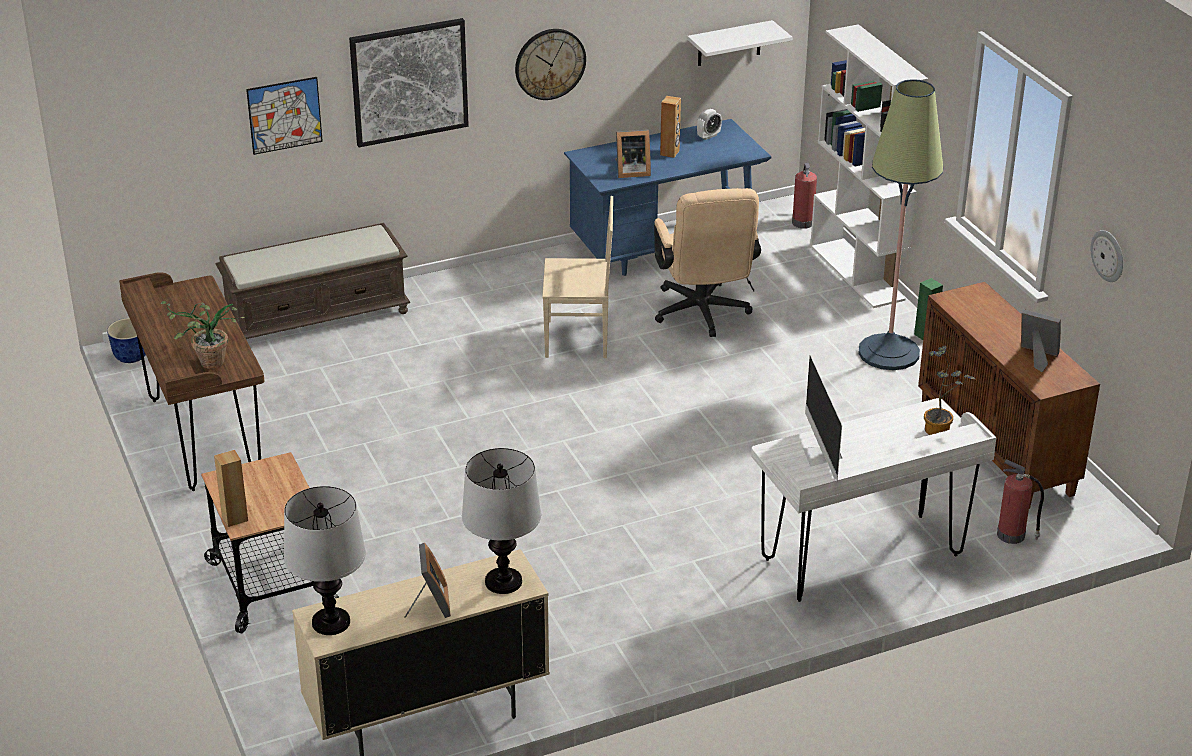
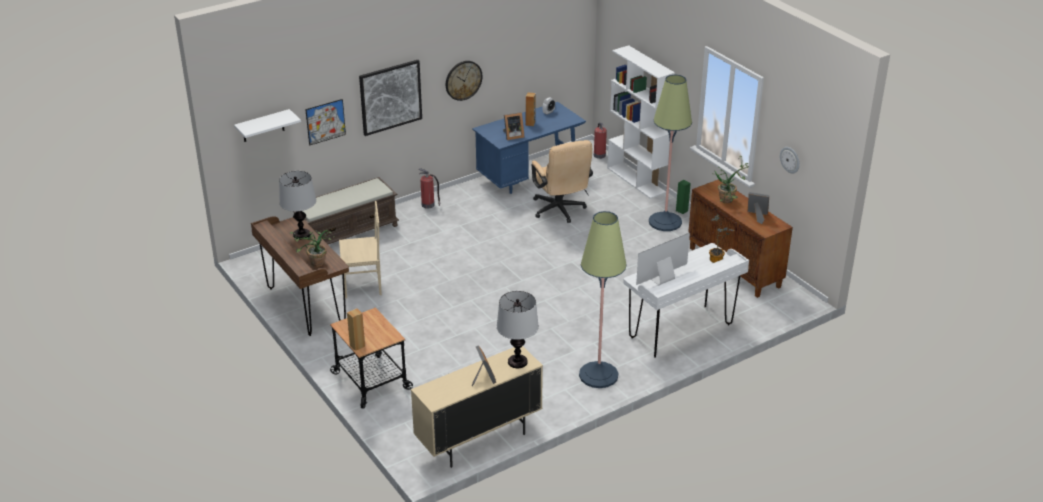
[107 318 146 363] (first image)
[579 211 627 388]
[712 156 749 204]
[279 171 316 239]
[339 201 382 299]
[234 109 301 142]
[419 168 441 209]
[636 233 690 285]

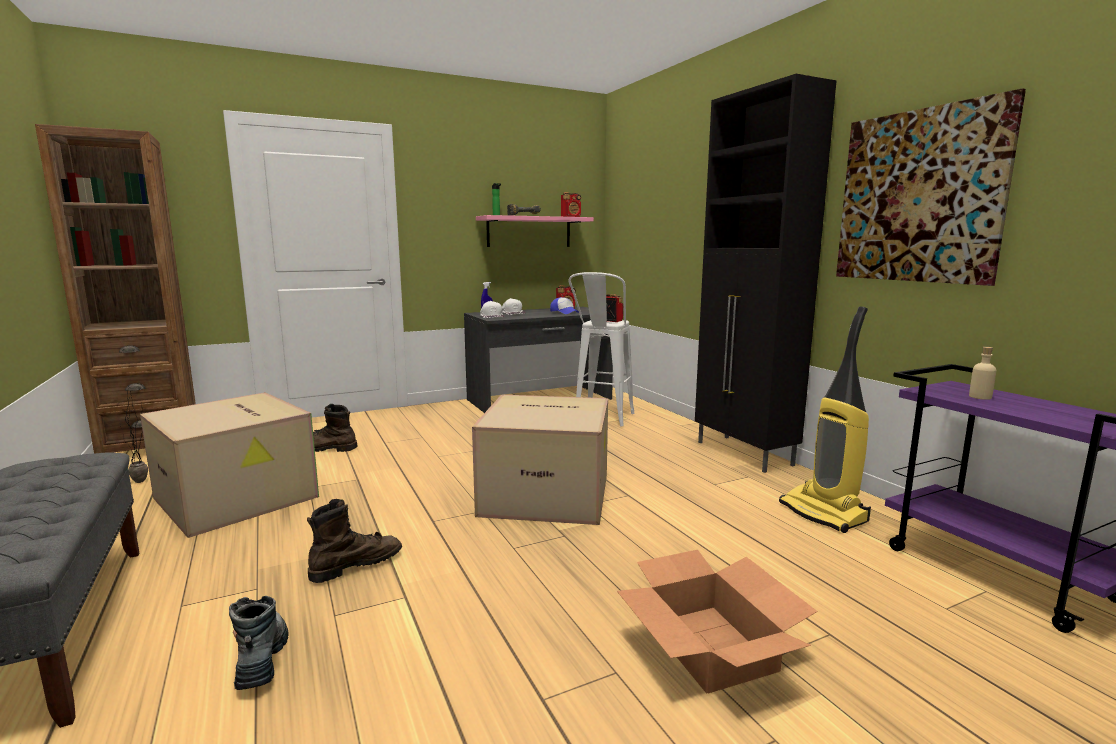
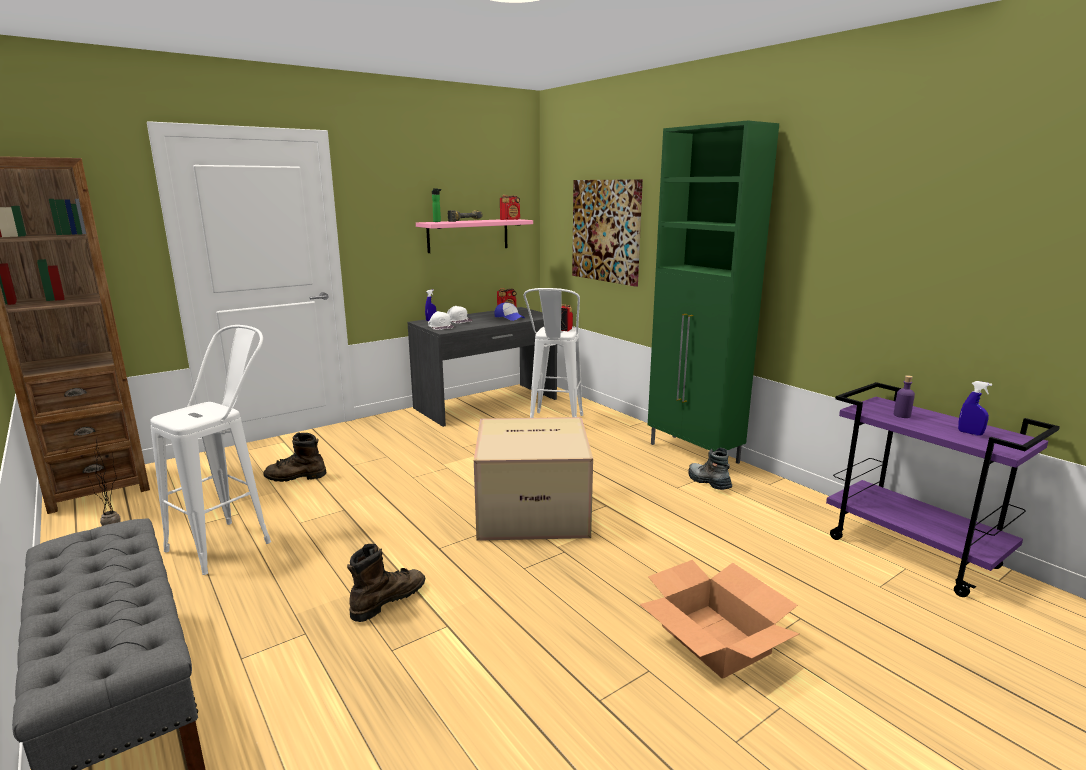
[779 306 871 533] (first image)
[958 381 992 436]
[688 448 732 490]
[572 179 643 287]
[150 325 271 575]
[648 121 779 464]
[894 375 915 418]

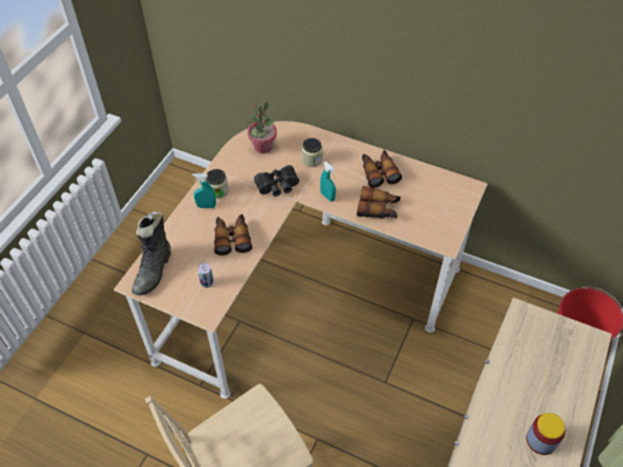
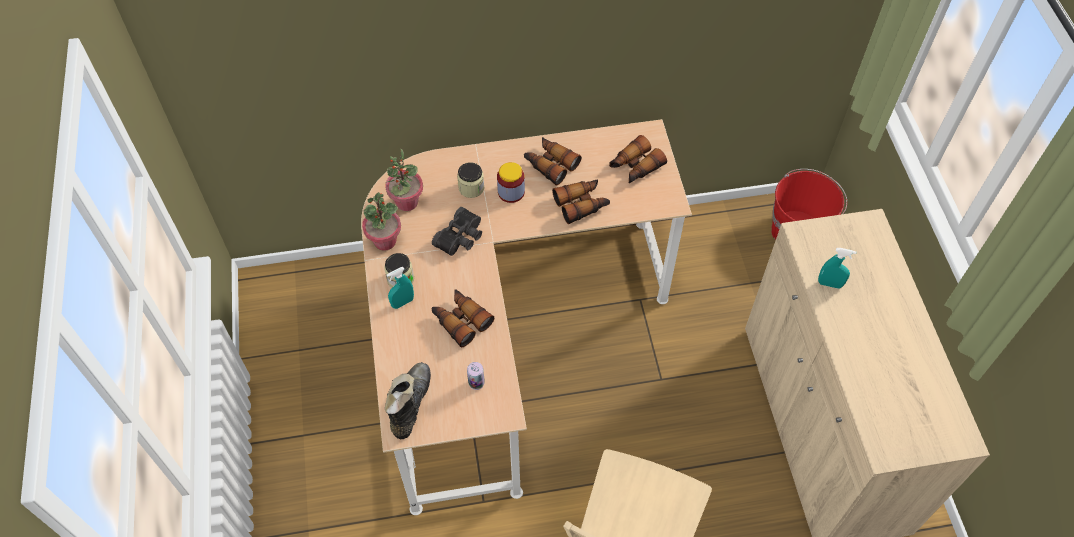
[362 192 401 251]
[609 135 667 183]
[818 248 856 289]
[497 162 525 203]
[385 362 431 439]

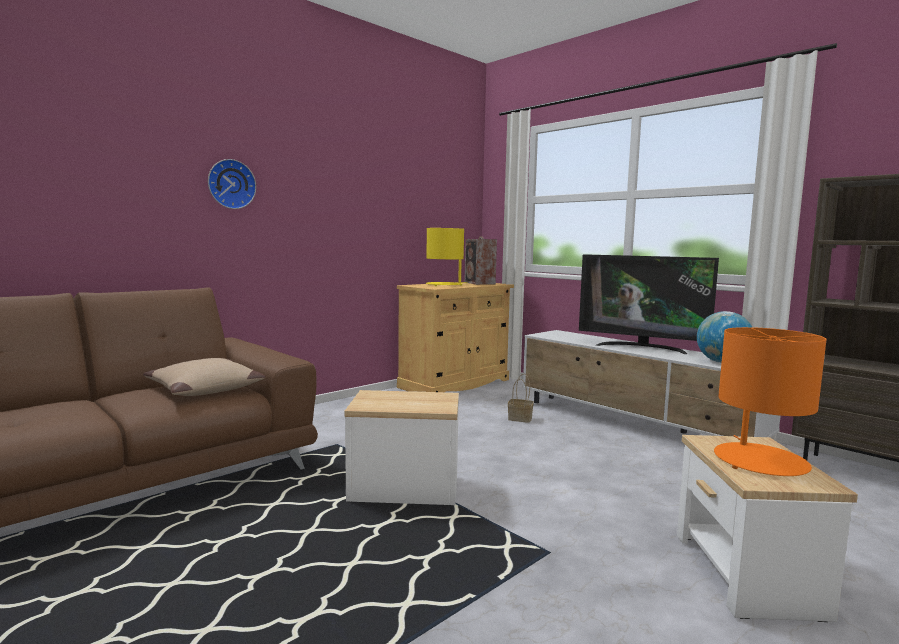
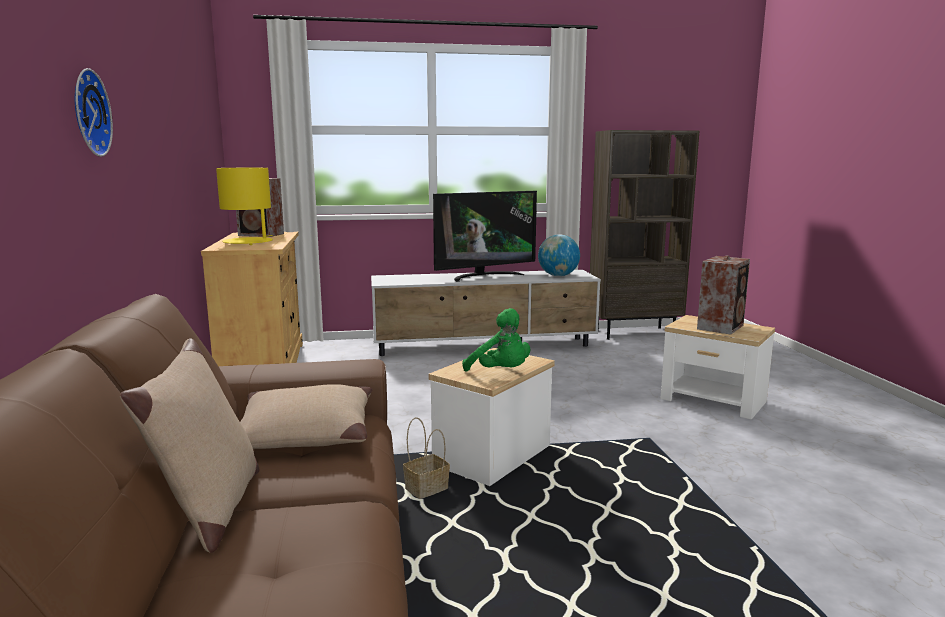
[120 338 260 553]
[462 308 530 372]
[403 417 450 499]
[697 255 750 335]

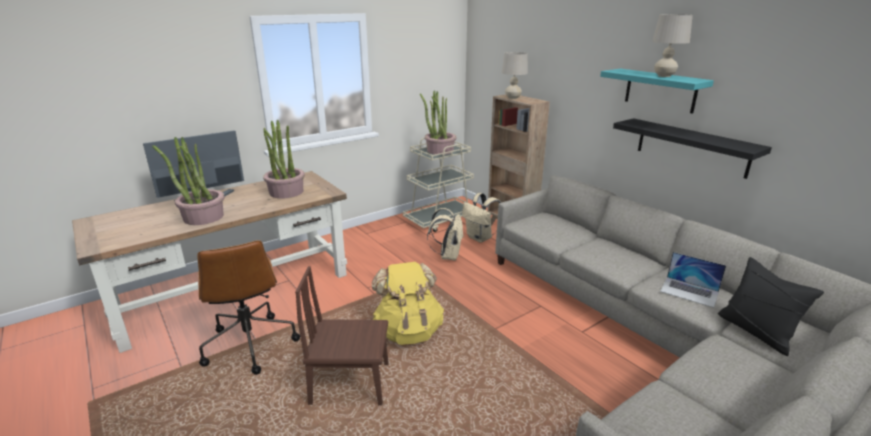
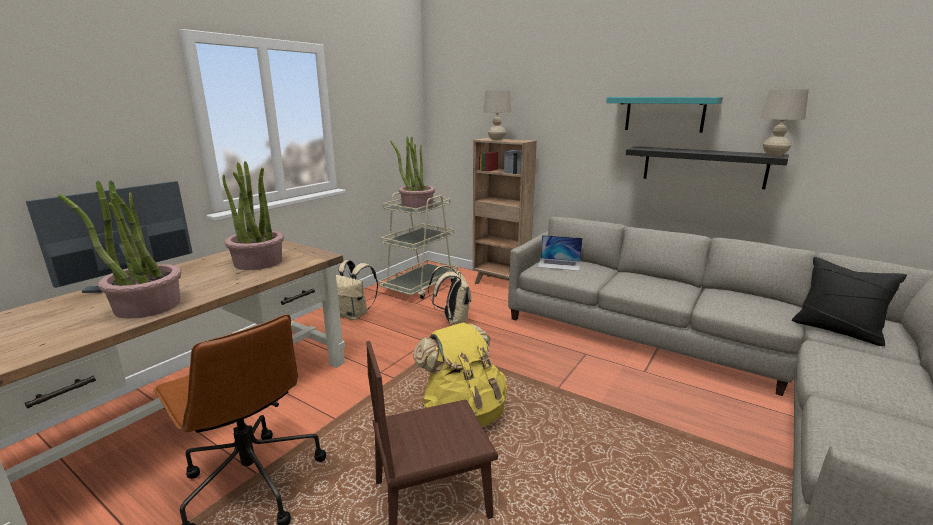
[336 260 378 320]
[761 89 809 156]
[538 235 582 271]

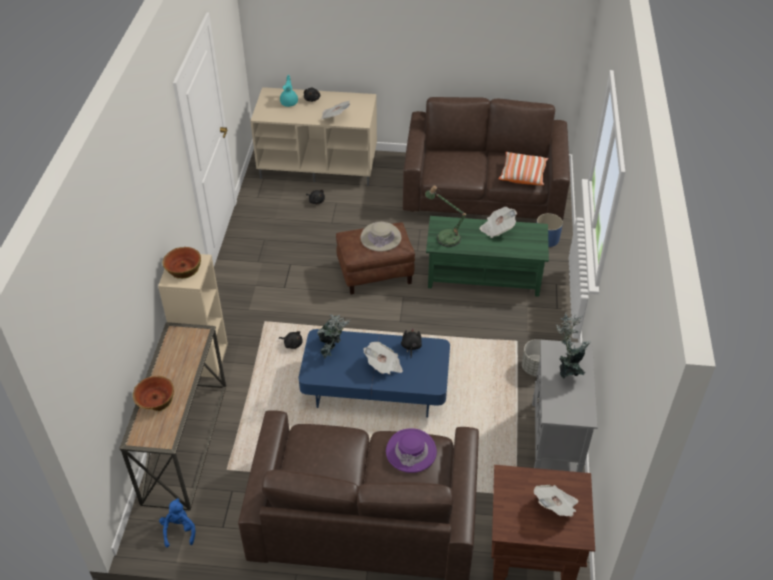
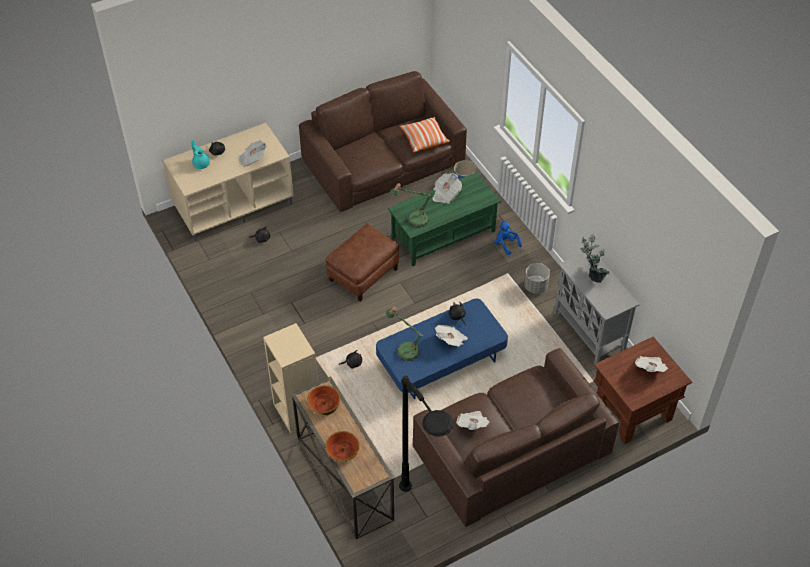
[361 222 401 252] (first image)
[386 428 437 473] (first image)
[399 375 454 492]
[456 411 490 430]
[494 222 522 255]
[307 385 340 416]
[386 307 424 361]

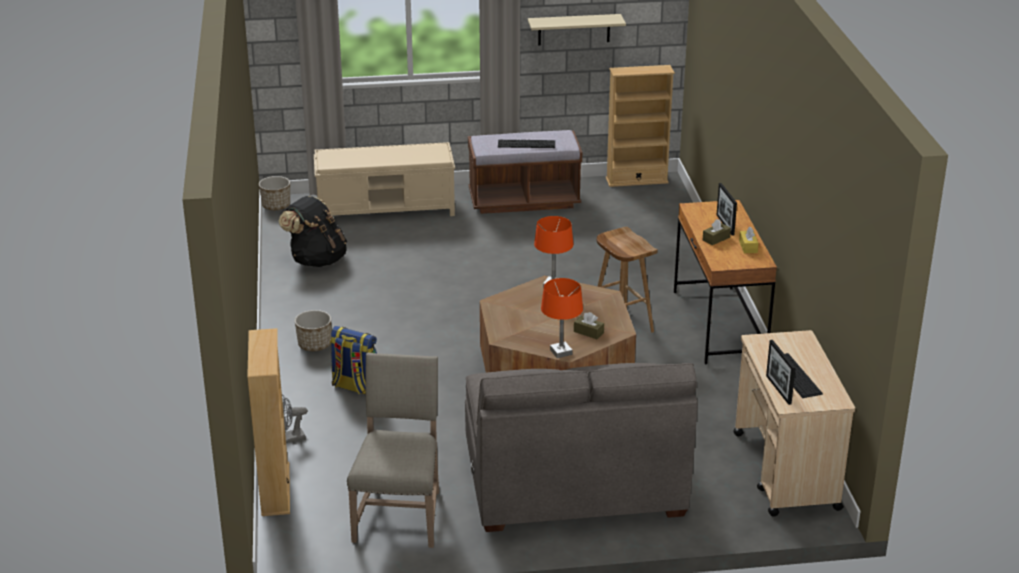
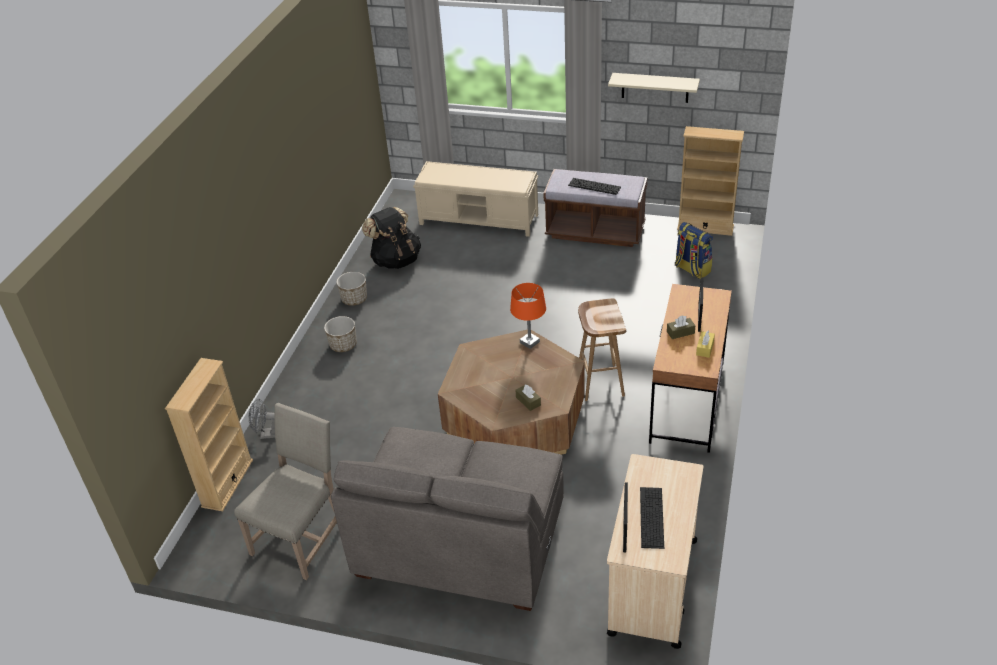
[541 278 583 358] (first image)
[336 272 367 306]
[675 222 713 279]

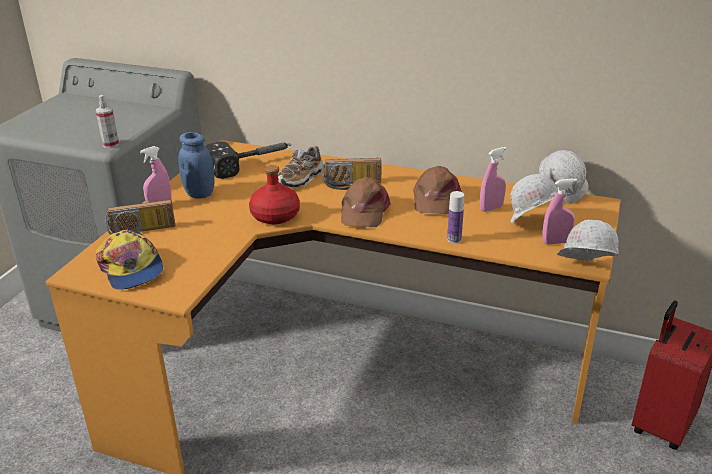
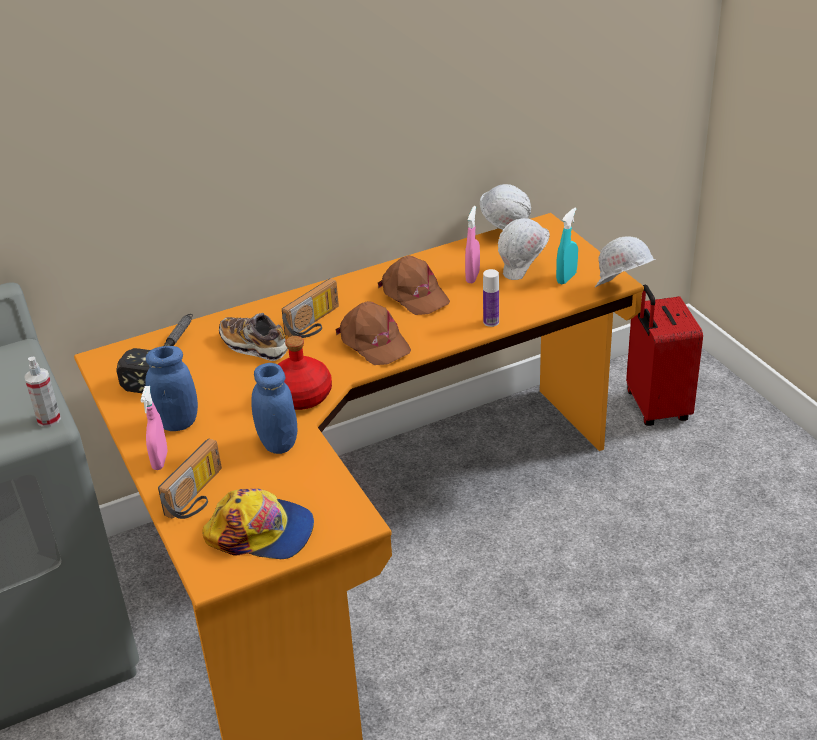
[251 363 297 454]
[556 208 578 284]
[219 313 288 361]

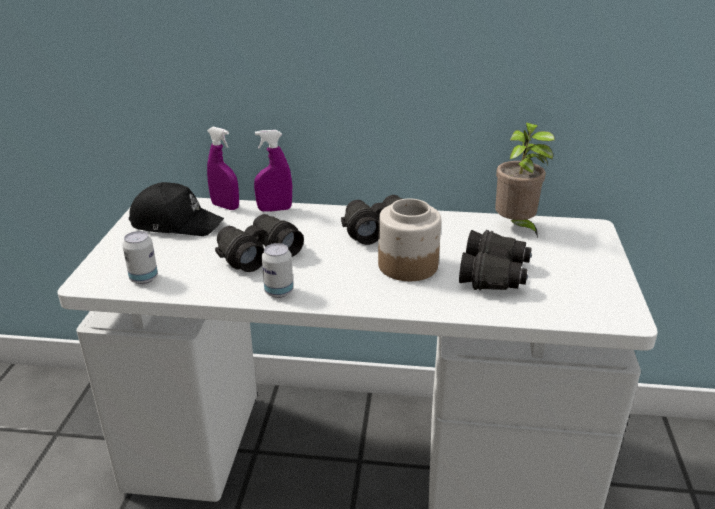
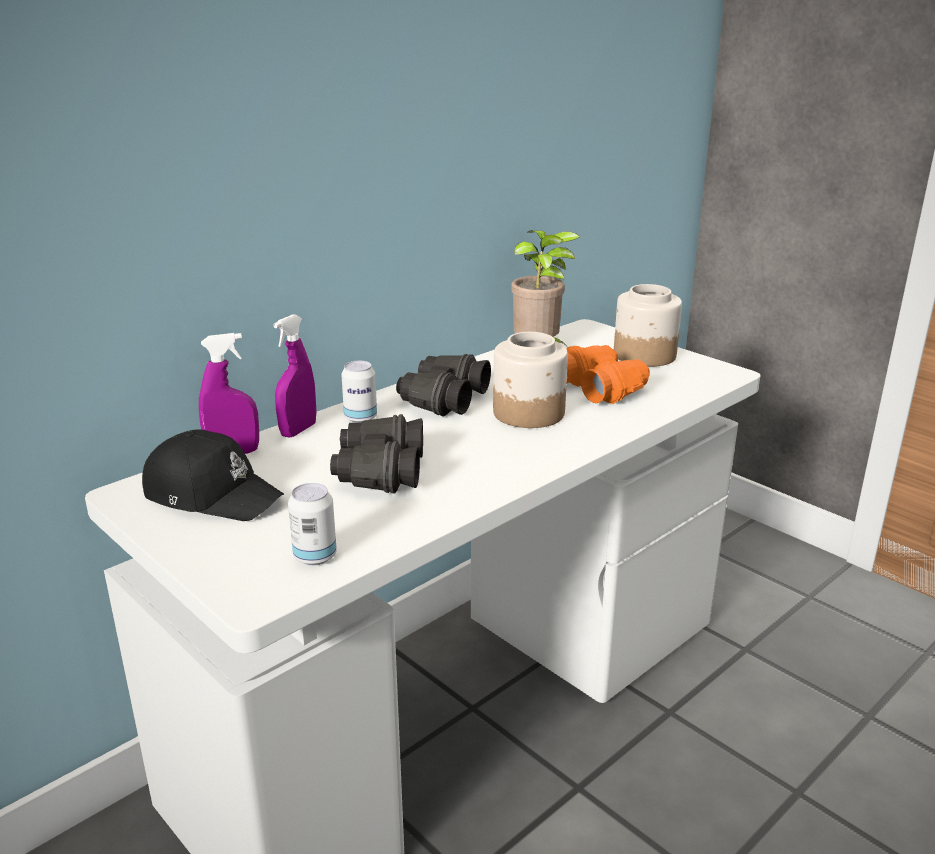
[614 284 682 367]
[341 361 377 423]
[566 345 650 404]
[142 429 284 521]

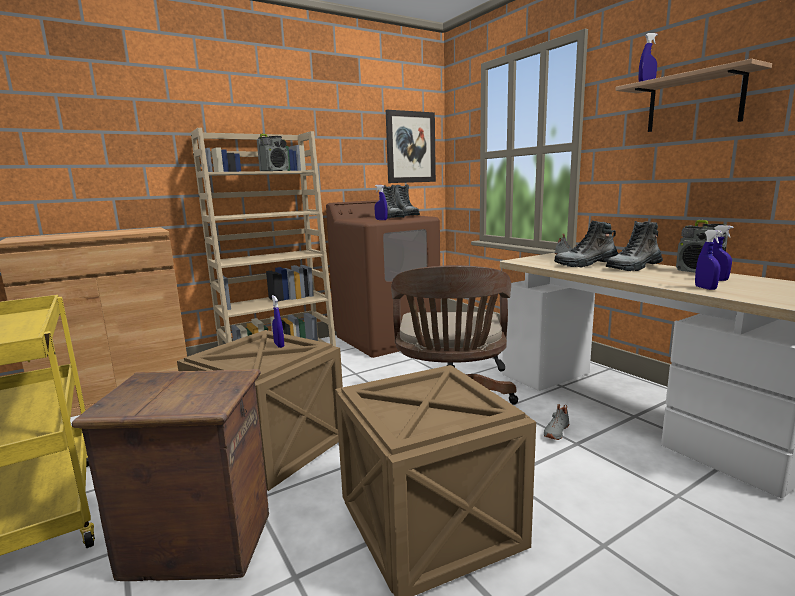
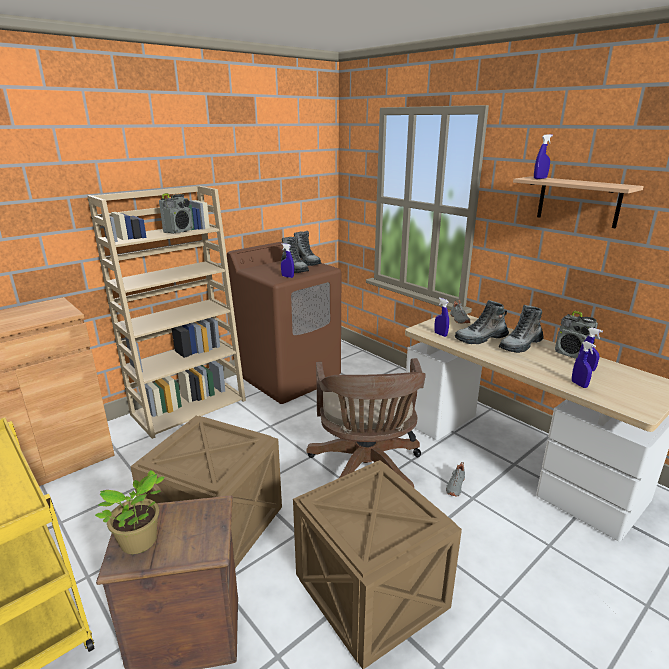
[386 110 436 183] (first image)
[95 470 165 554]
[434 297 449 337]

